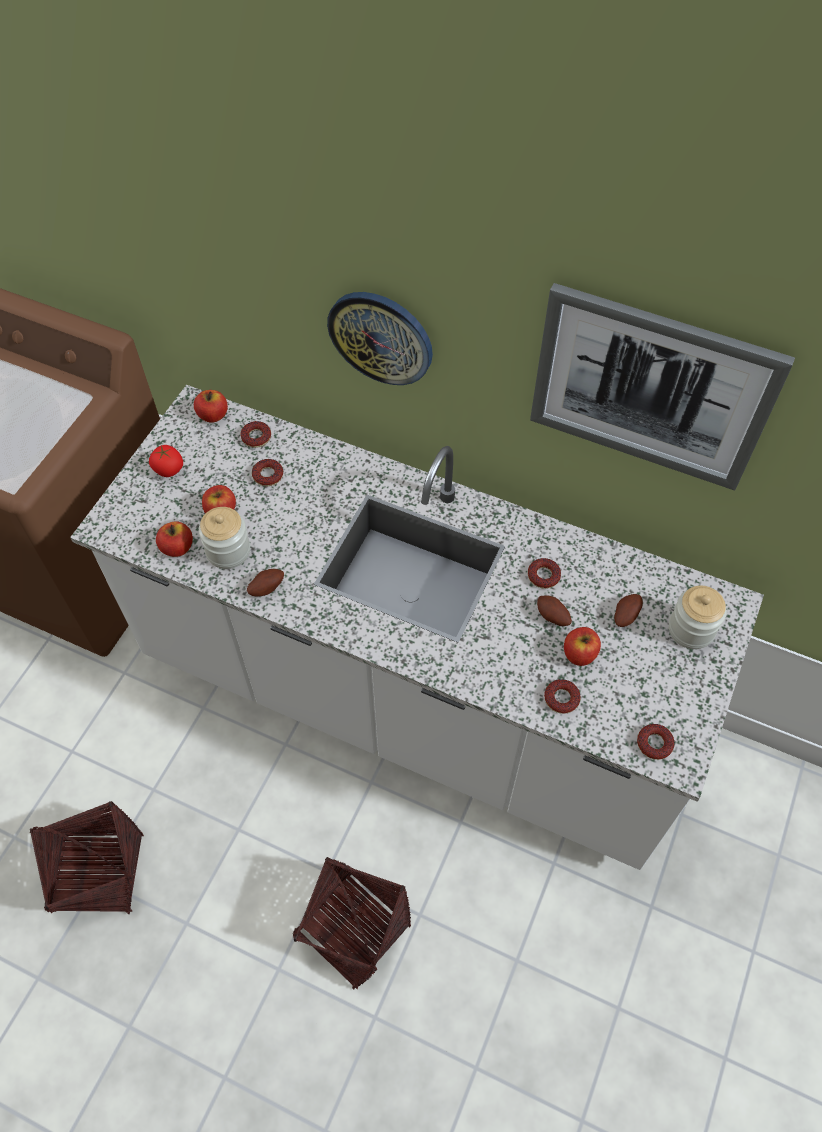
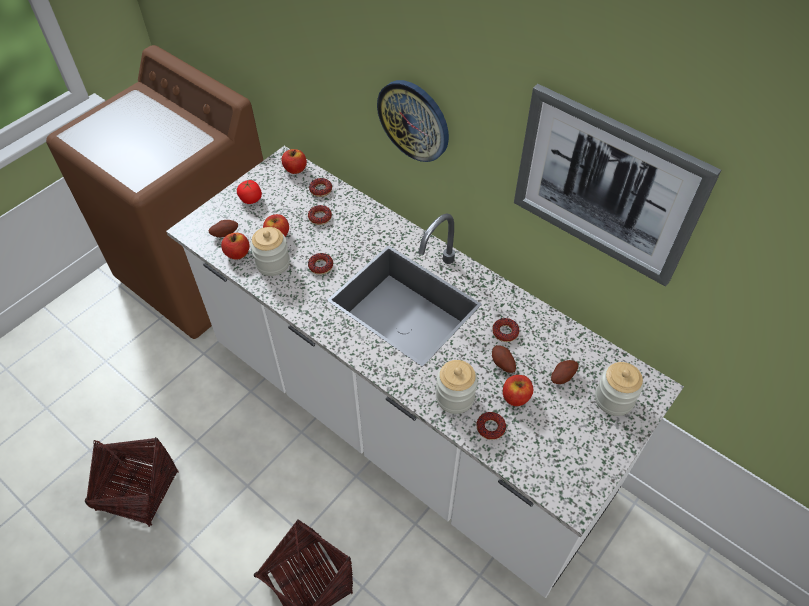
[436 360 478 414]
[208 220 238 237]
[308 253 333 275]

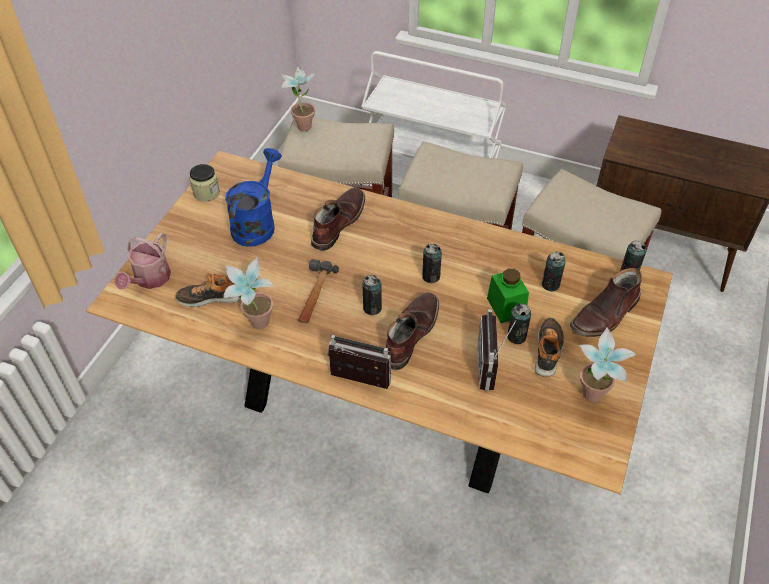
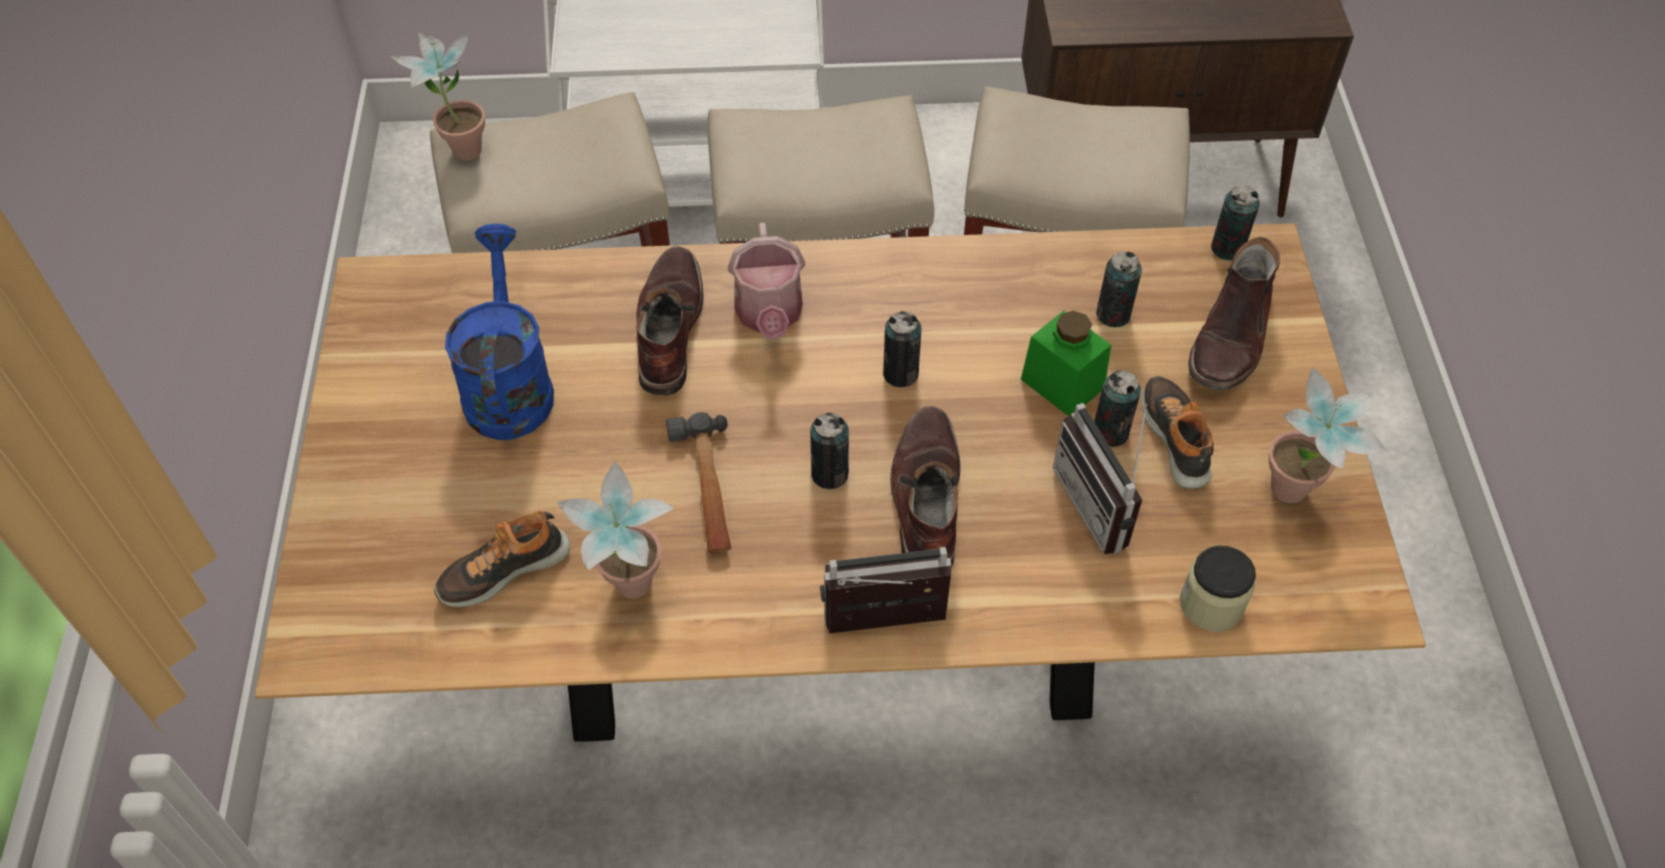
[728 223 806 340]
[1180 546 1256 632]

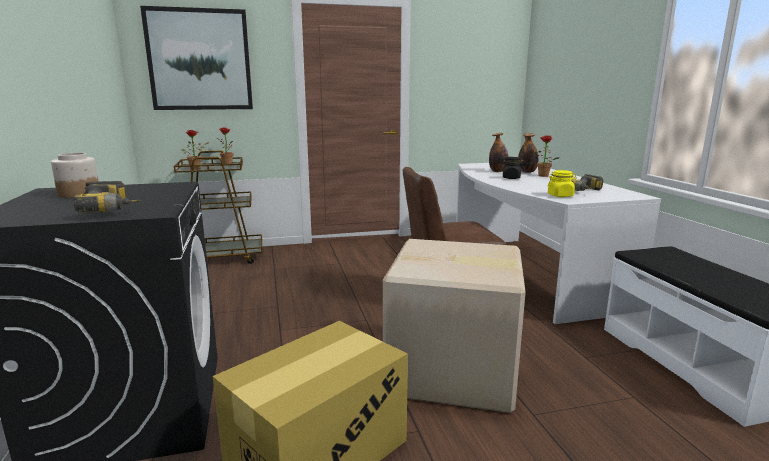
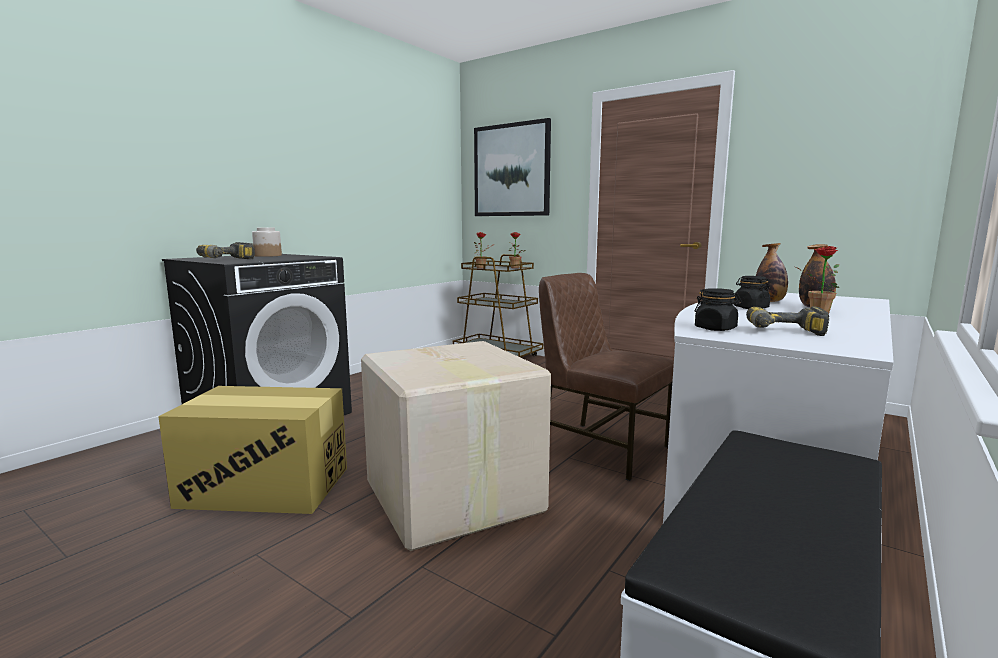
[695 288 742 331]

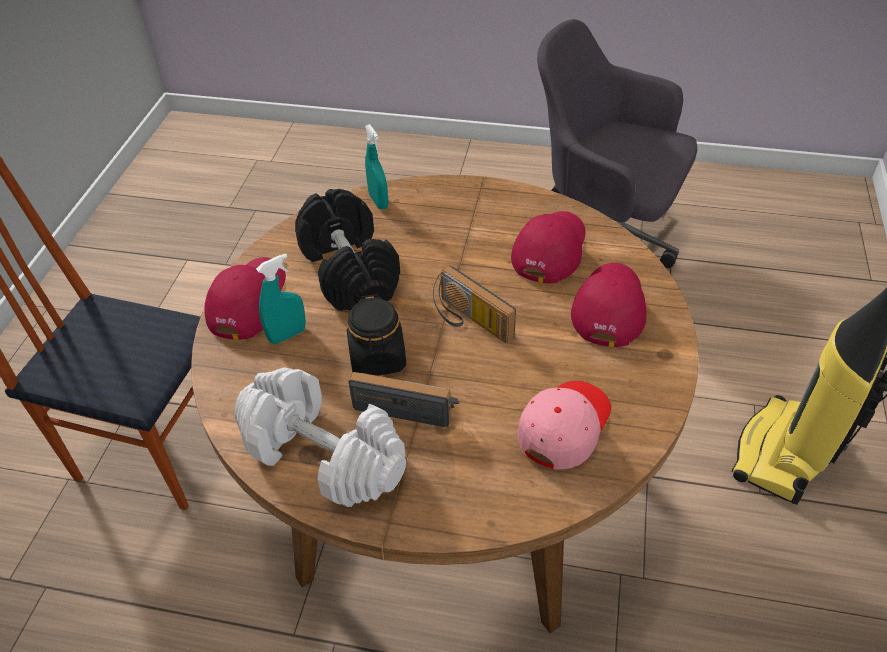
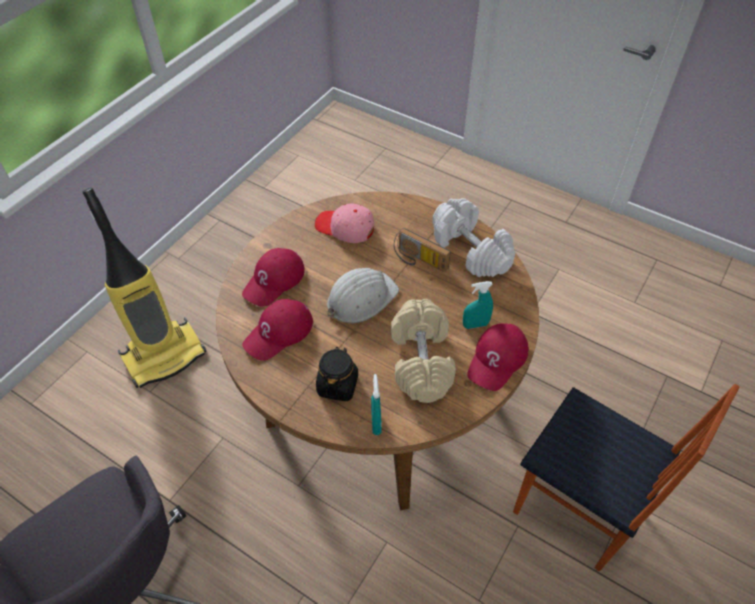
[316 346 358 401]
[327 268 399 323]
[391 299 456 403]
[315 203 374 243]

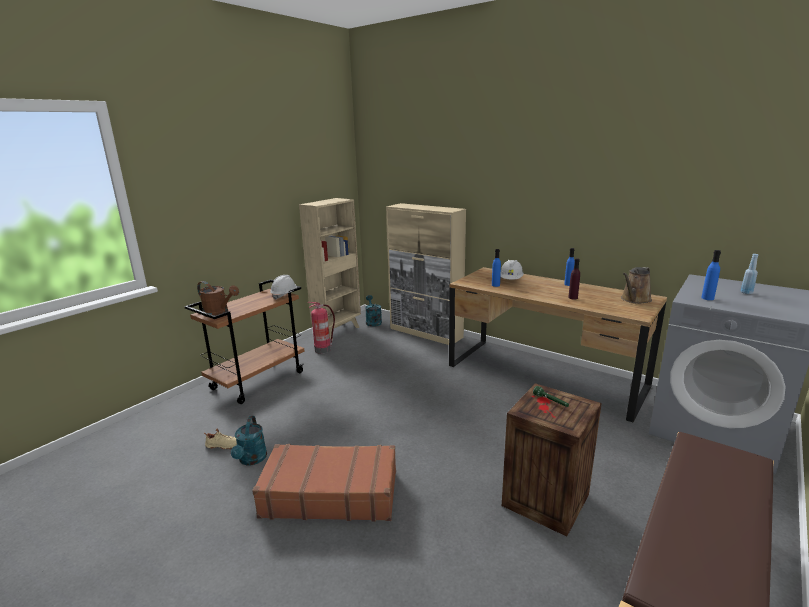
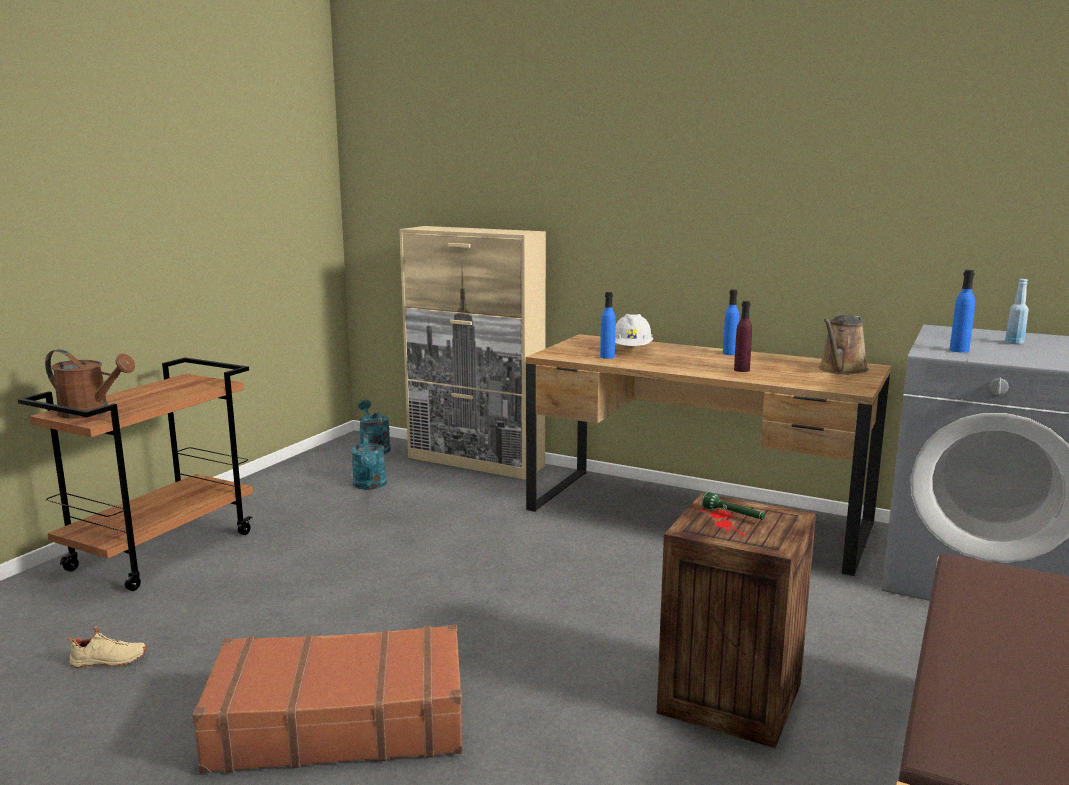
[270 275 297 300] (first image)
[299 198 361 341] (first image)
[307 302 335 354] (first image)
[351 434 387 490]

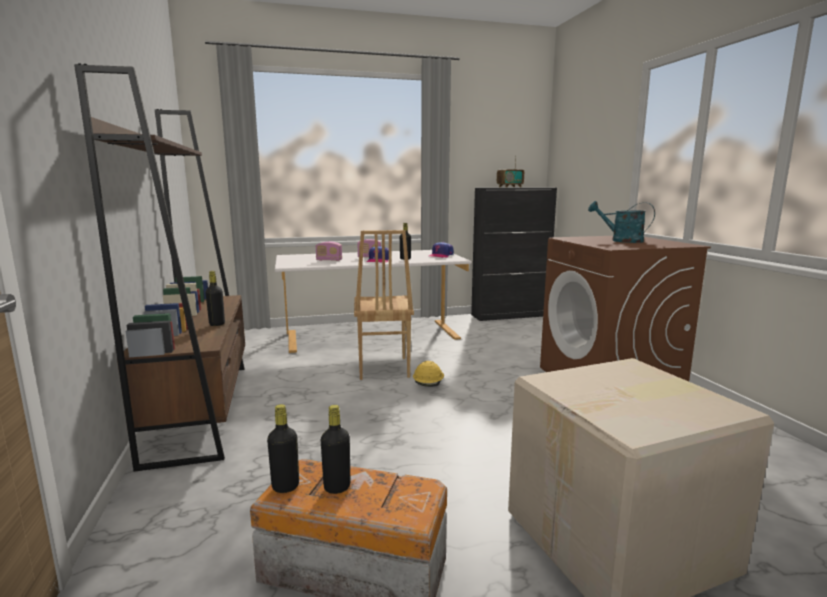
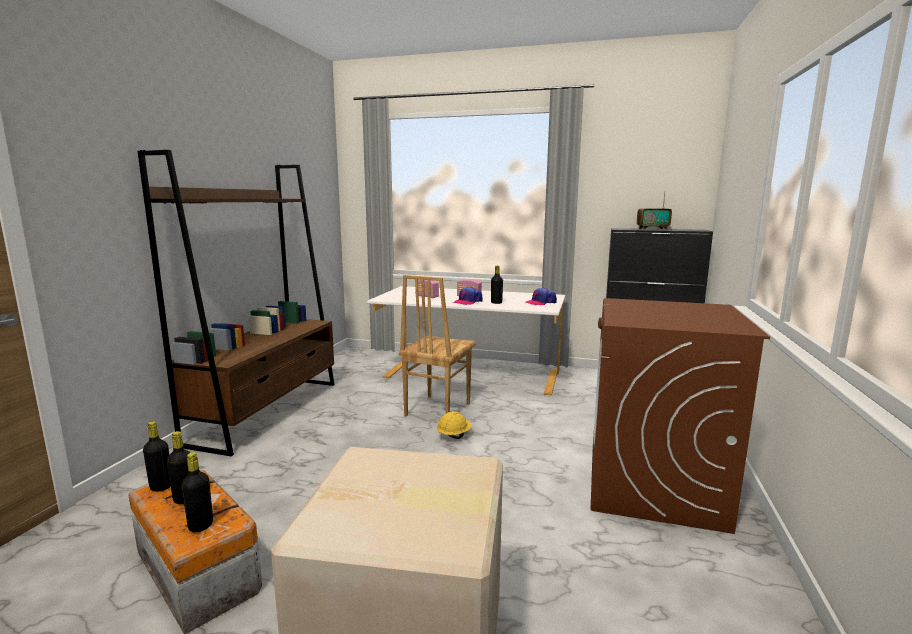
[588 201 655 243] (first image)
[181 452 213 532]

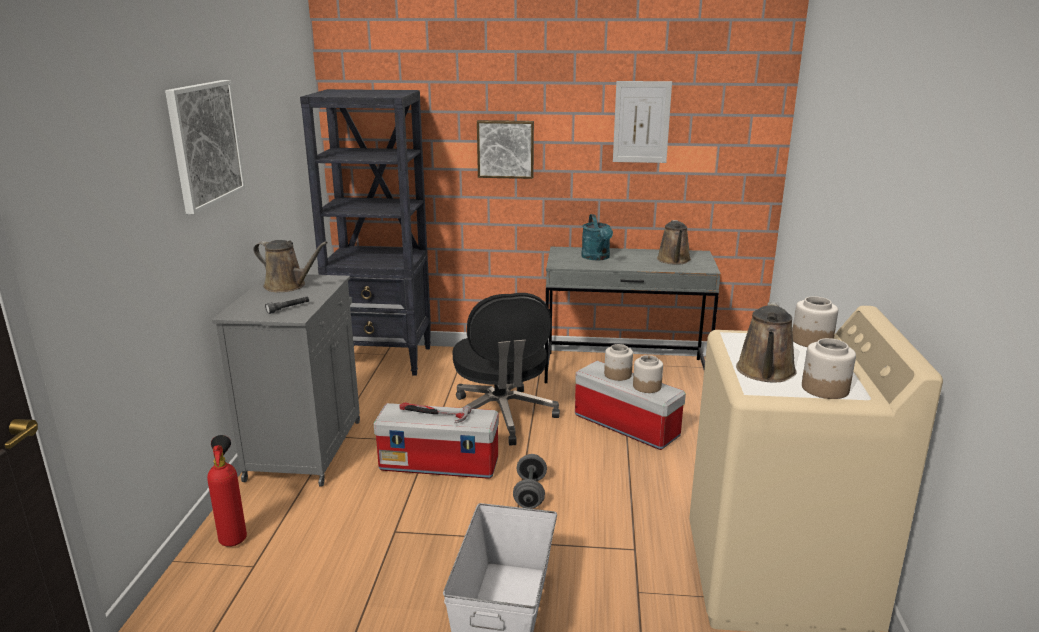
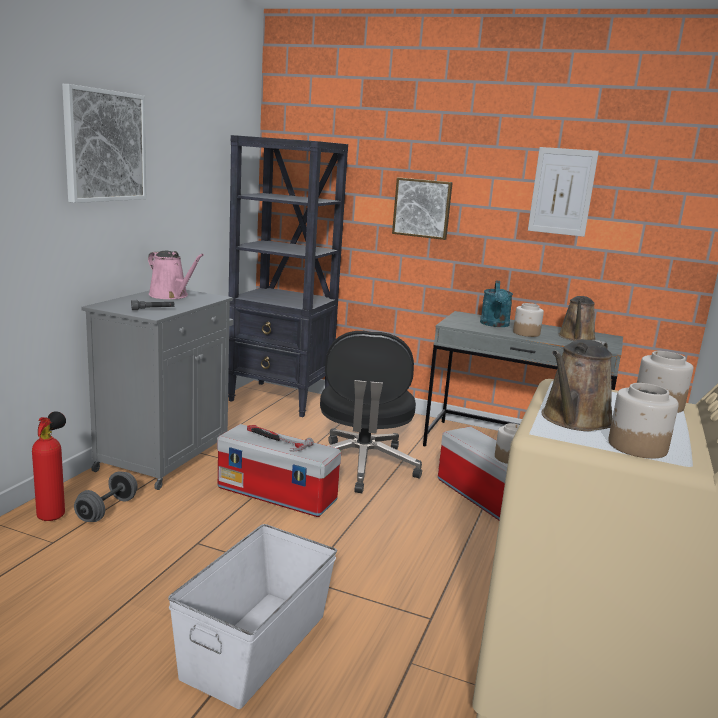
[74 471 138 522]
[513 303 544 337]
[148 251 204 299]

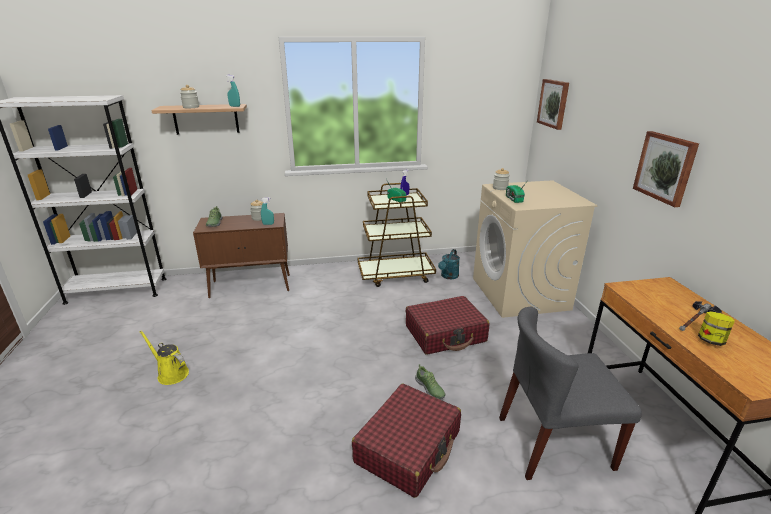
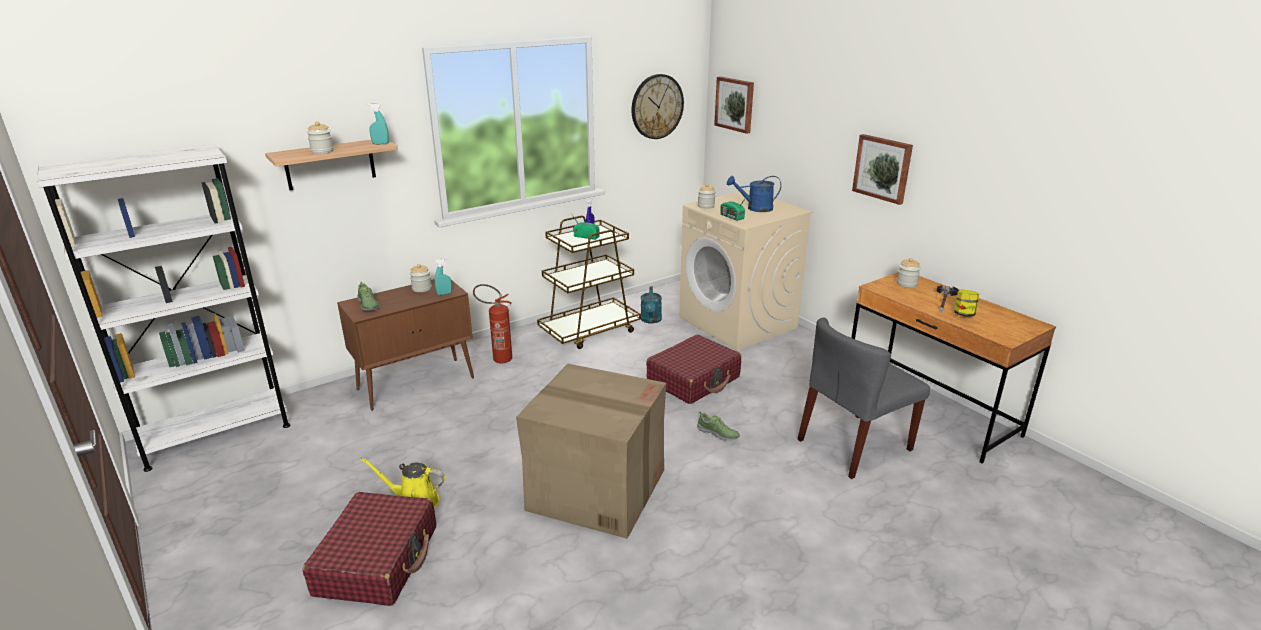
[473 284 512 363]
[516 364 666 539]
[632 74 684 139]
[727 176 781 212]
[897 258 921 287]
[303 492 436 606]

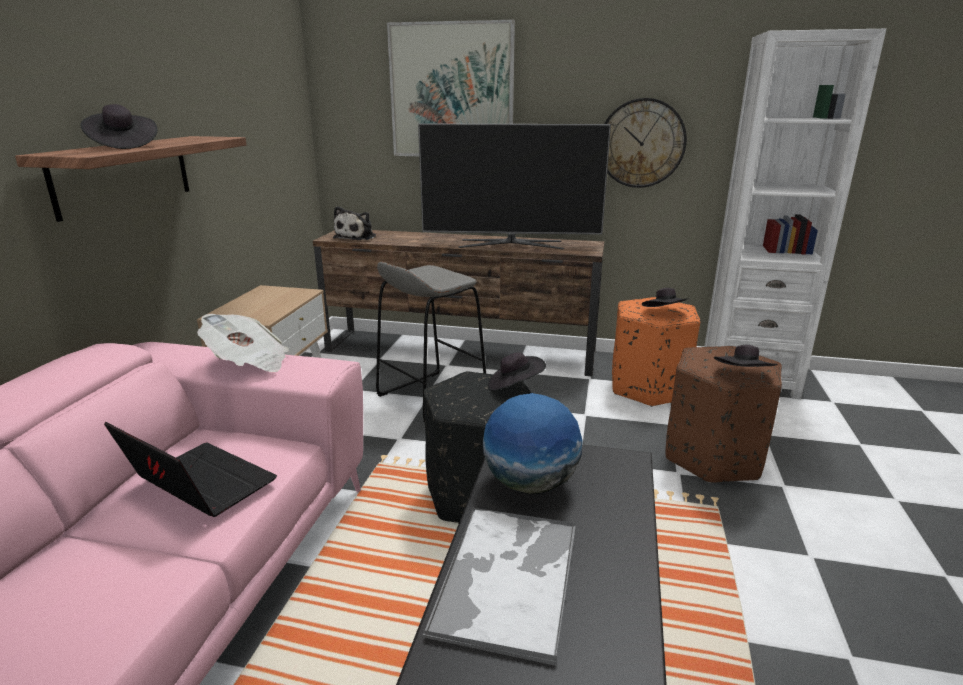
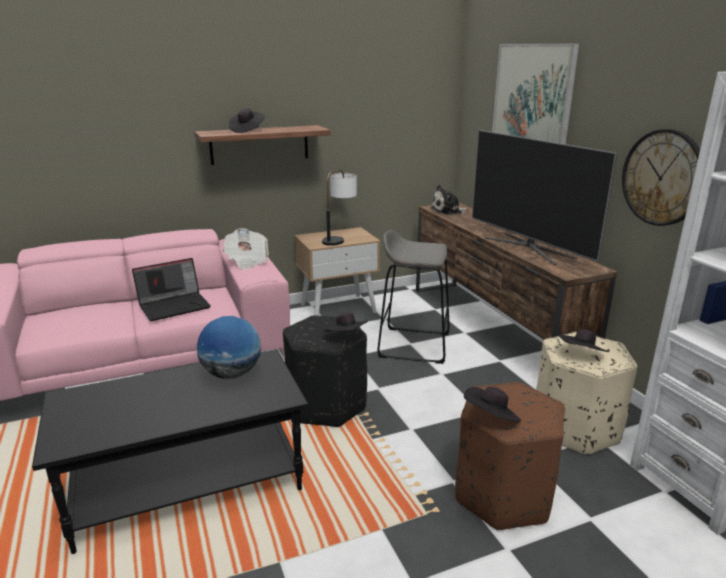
[423 507 576 666] (first image)
[322 169 357 246]
[536 332 637 455]
[132 258 211 321]

